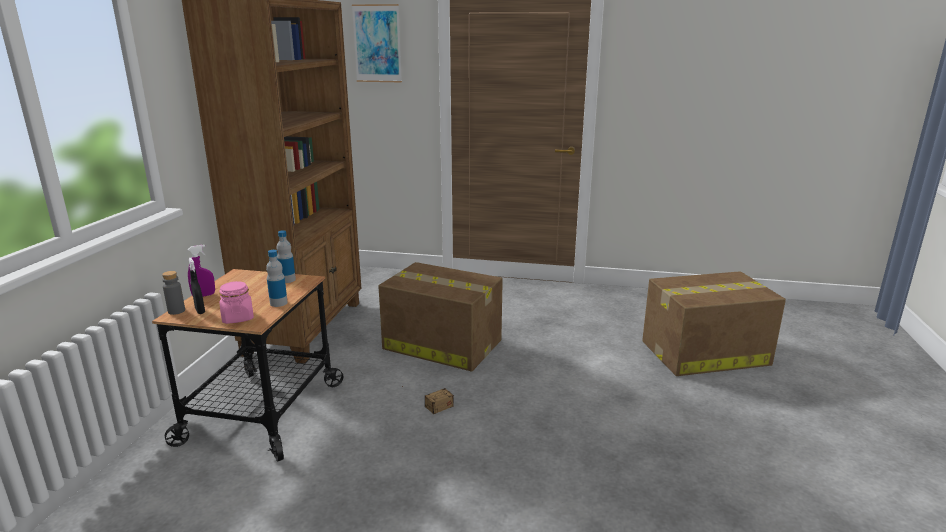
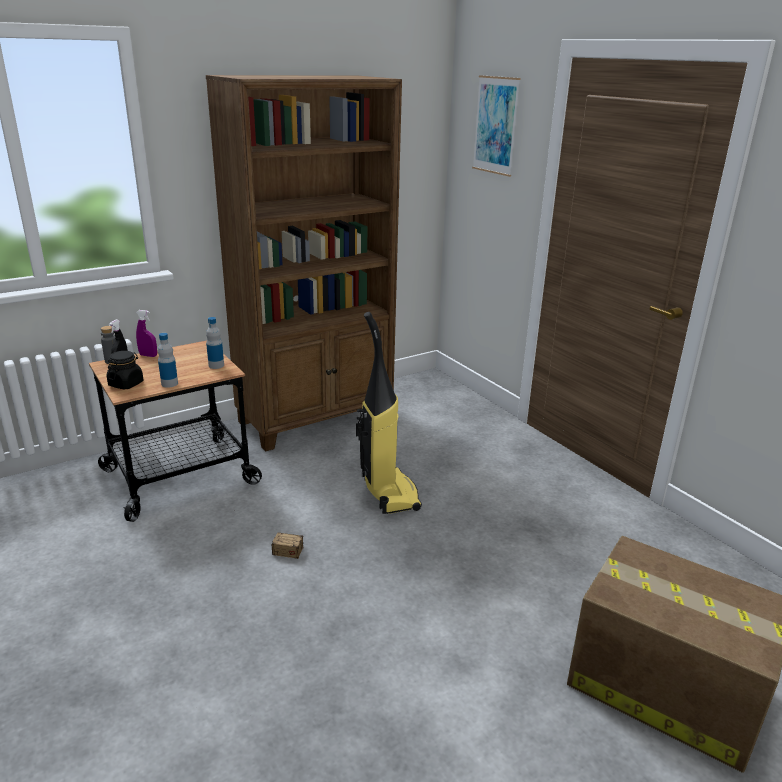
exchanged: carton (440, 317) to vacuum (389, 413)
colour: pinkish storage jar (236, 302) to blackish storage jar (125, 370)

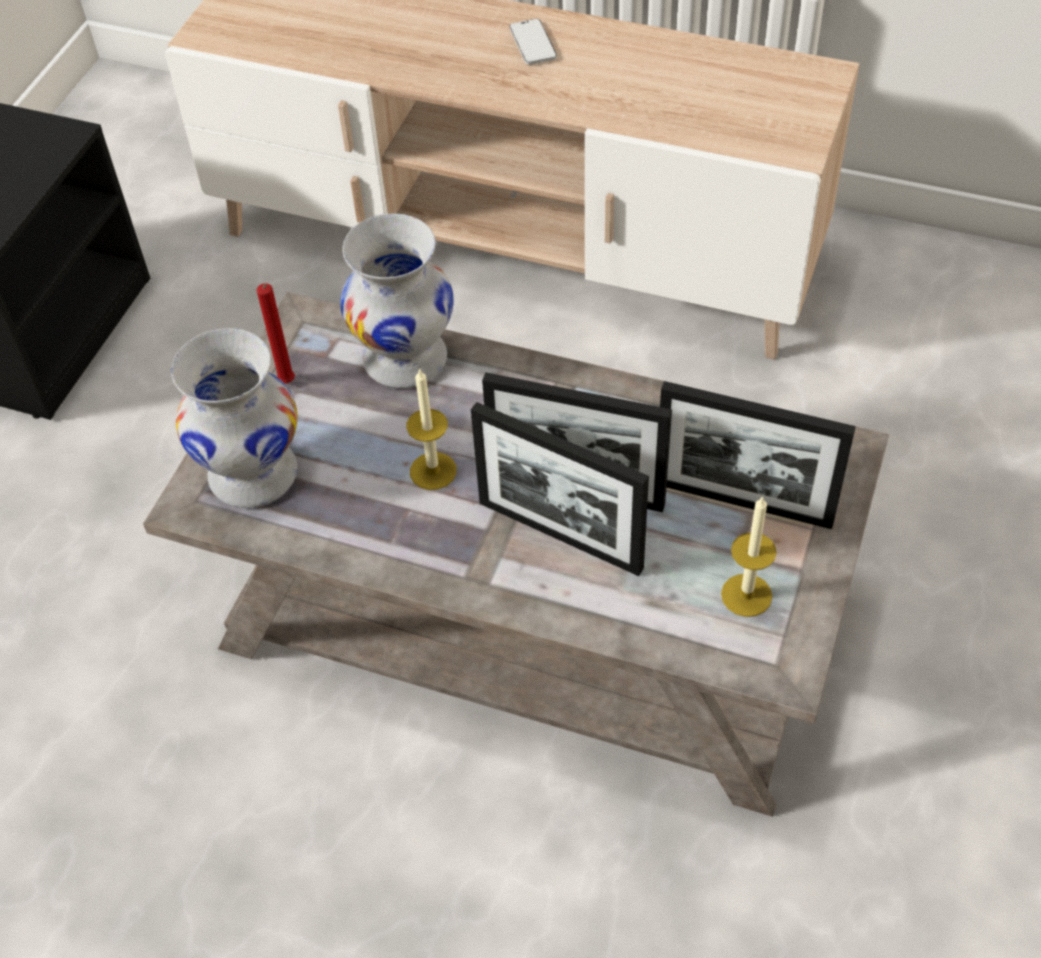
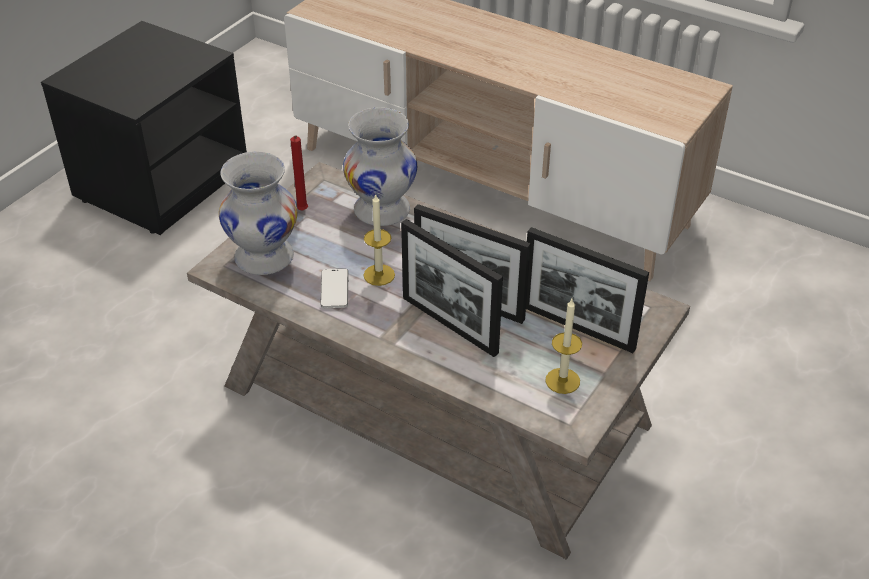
relocated: phone (533, 42) to (334, 288)

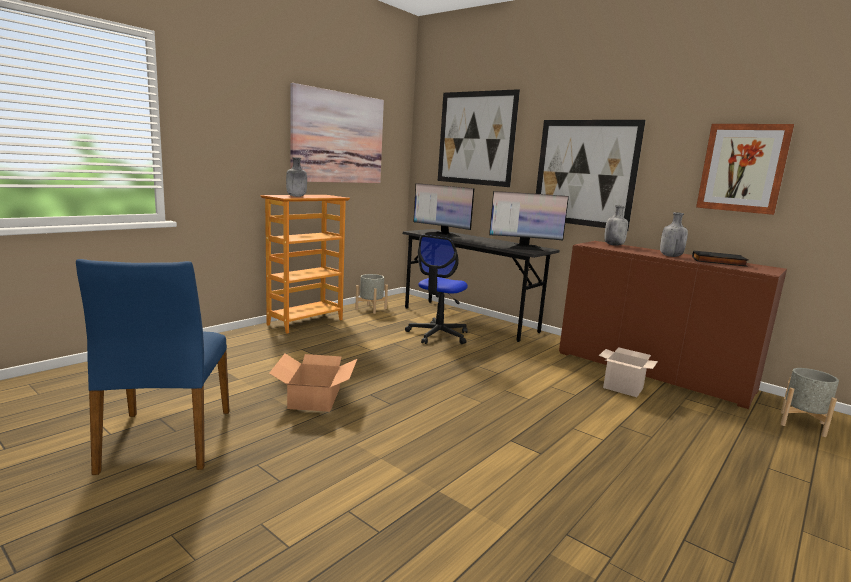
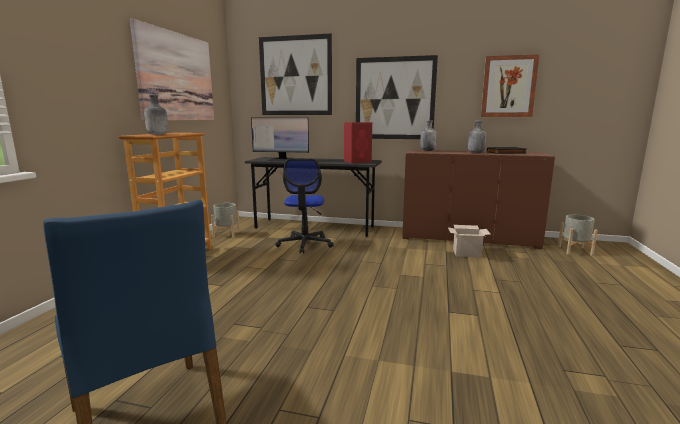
missing: carton (313, 383)
exchanged: monitor (529, 221) to red-coloured audio speaker (358, 142)

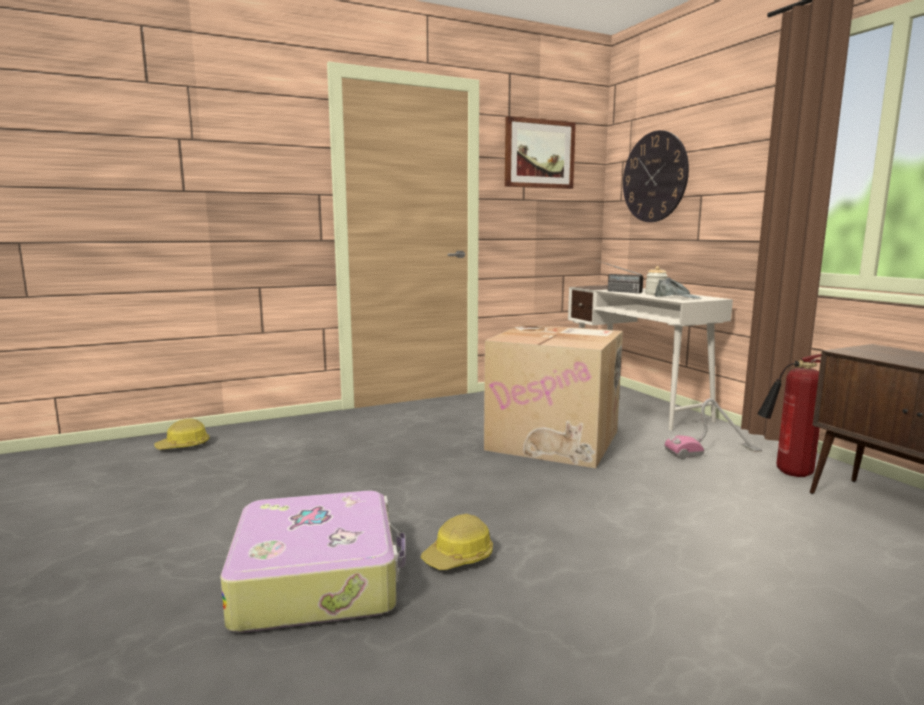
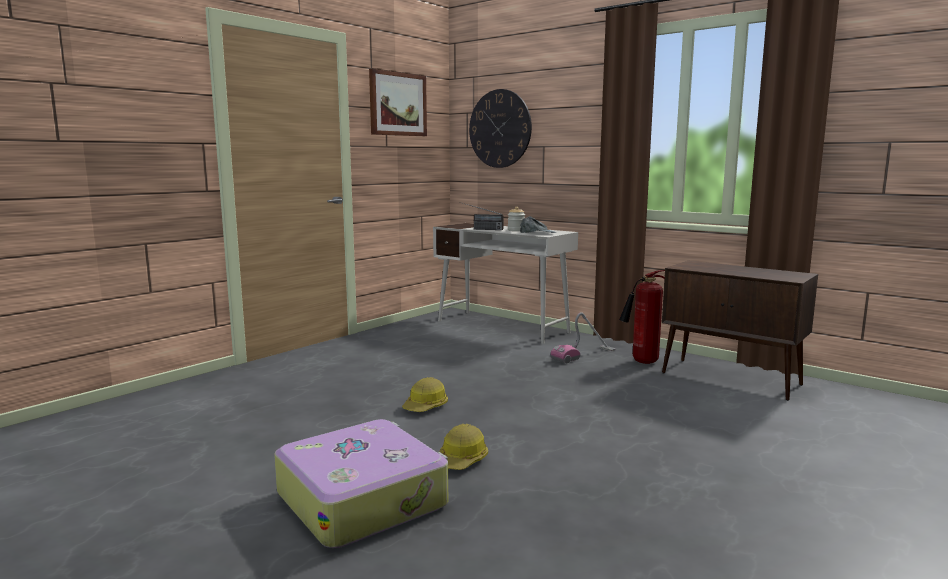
missing: carton (553, 396)
relocated: work helmet (182, 433) to (425, 394)

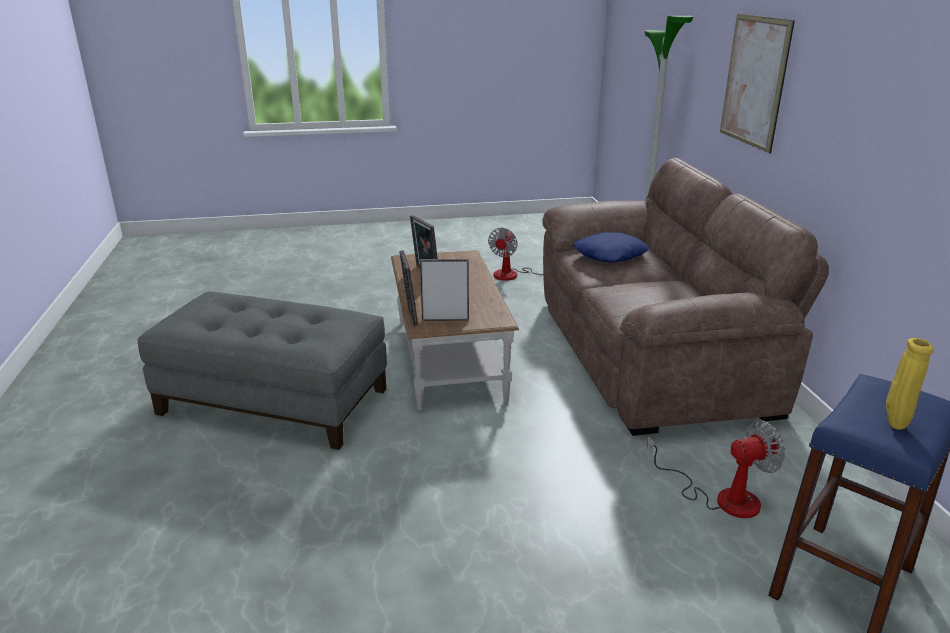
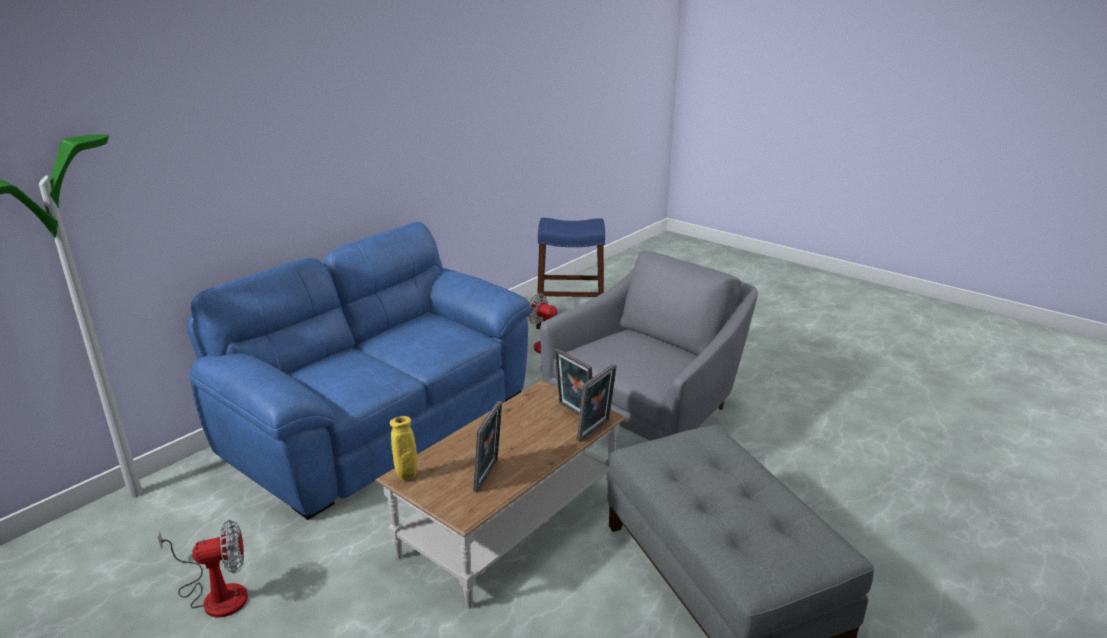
missing: blue-coloured throw pillow (611, 247); picture (757, 84)
appeared: greyish lounge chair (649, 346)
relocated: yellow-coloured decorative vase (910, 384) to (403, 448)
colour: brown-coloured sofa (685, 297) to blue-coloured sofa (358, 371)

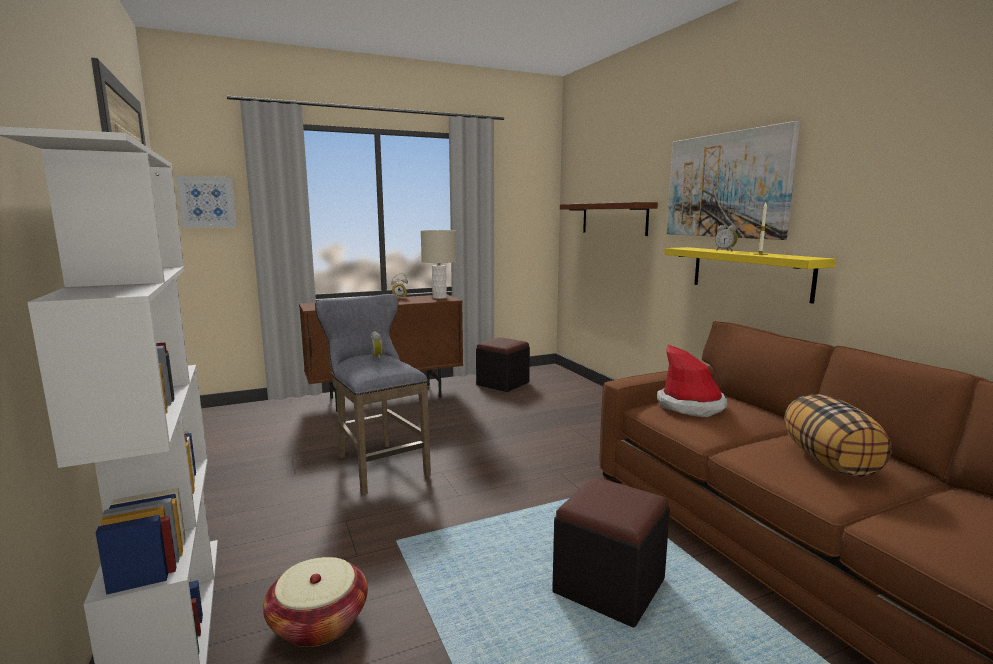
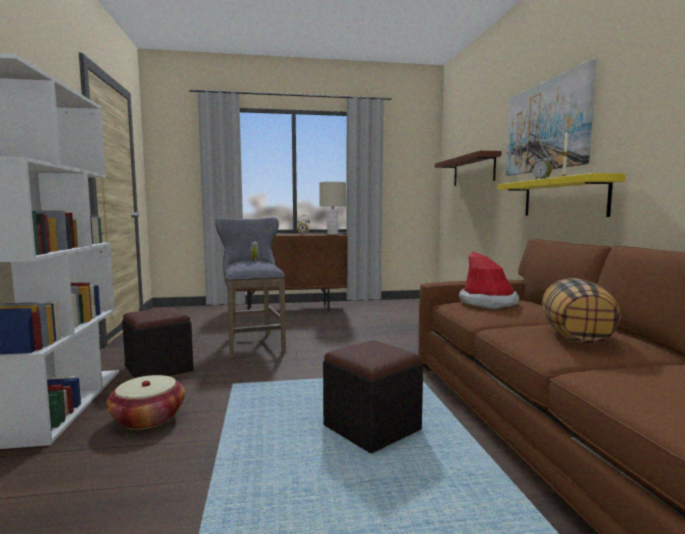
missing: picture (206, 202)
relocated: blackish pouffe (503, 364) to (157, 342)

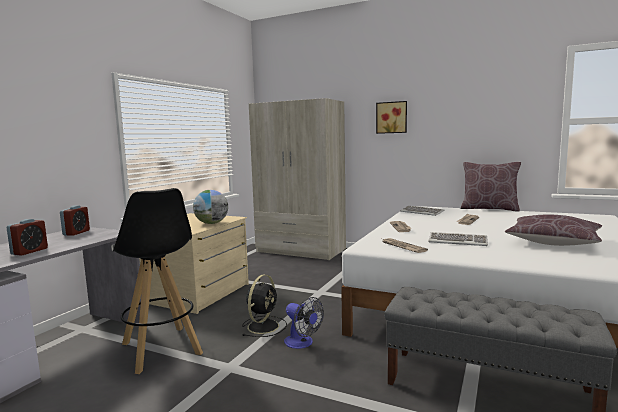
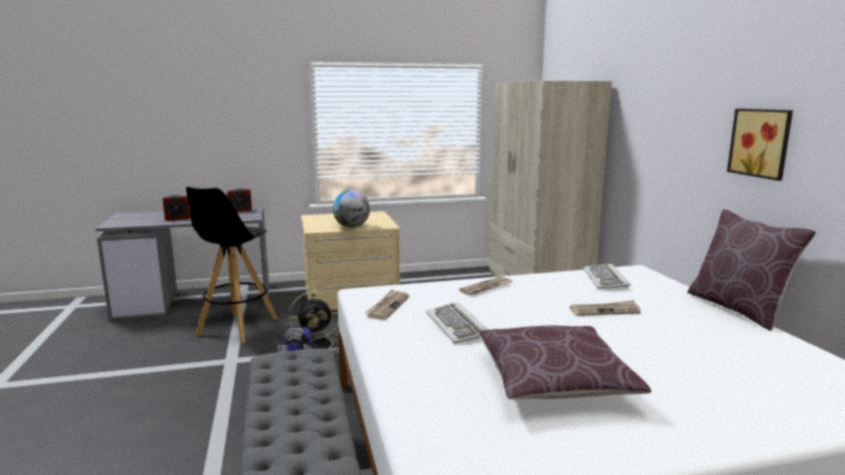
relocated: picture (391, 117) to (760, 145)

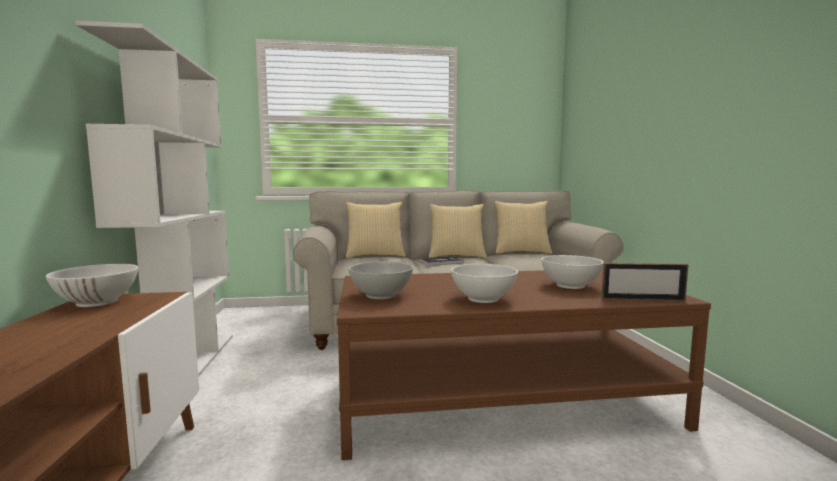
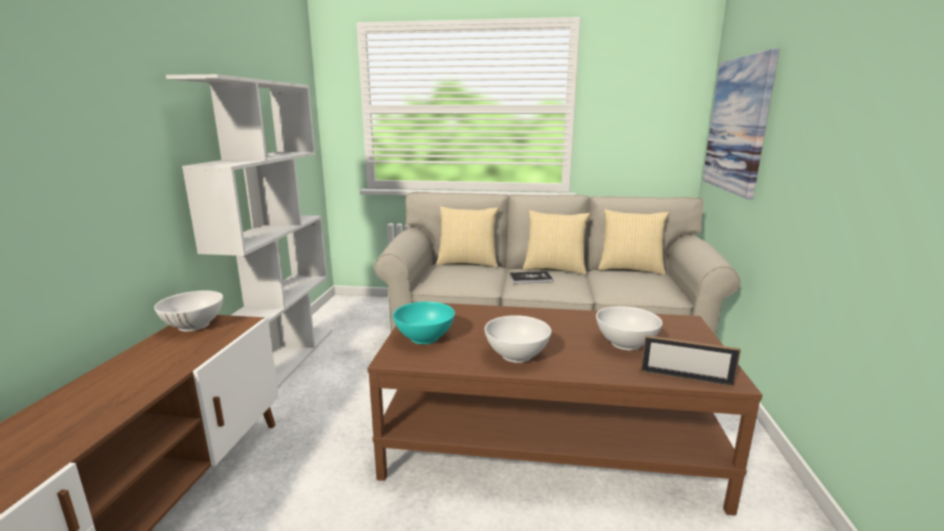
appeared: picture (741, 123)
colour: white-coloured bowl (380, 280) to blue-green bowl (424, 322)

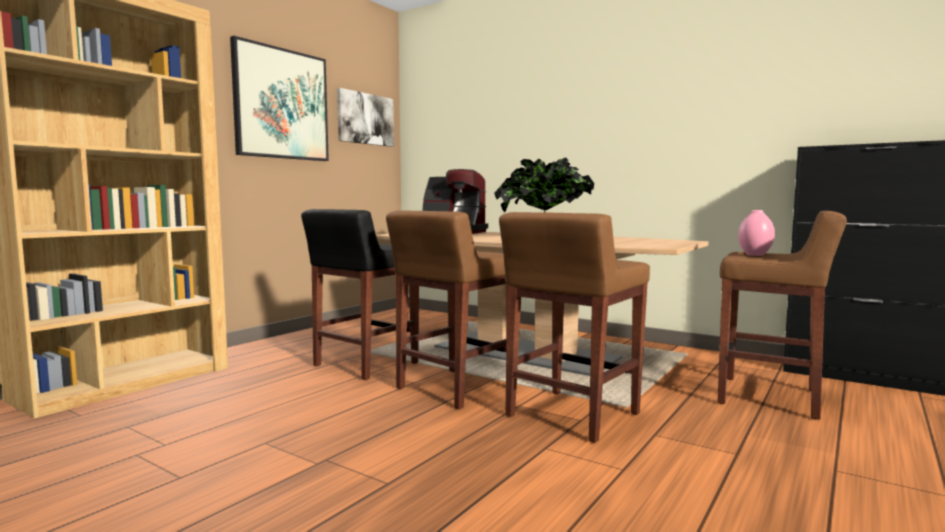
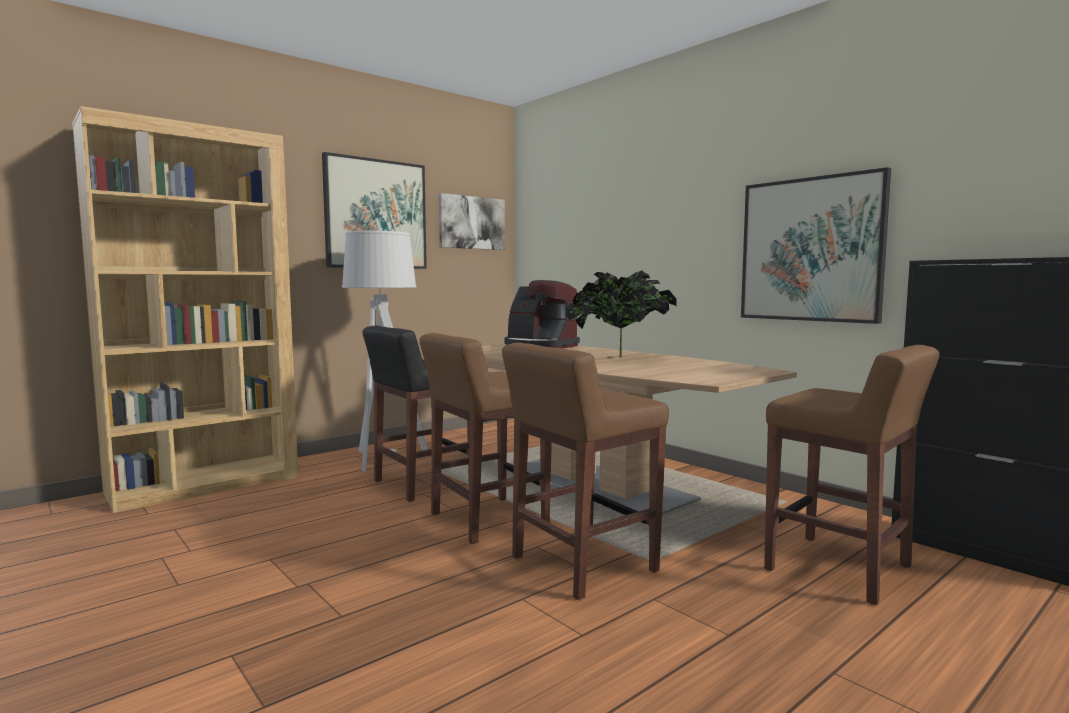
missing: pinkish decorative vase (756, 233)
appeared: greyish standing lamp (385, 351); picture (816, 245)

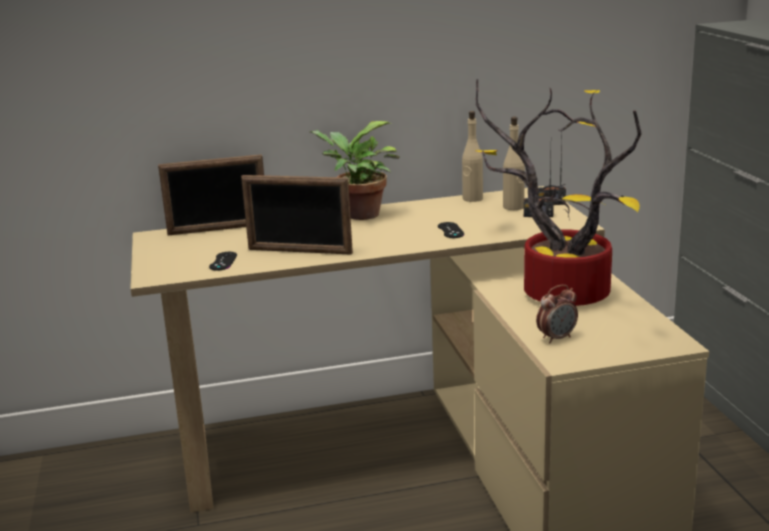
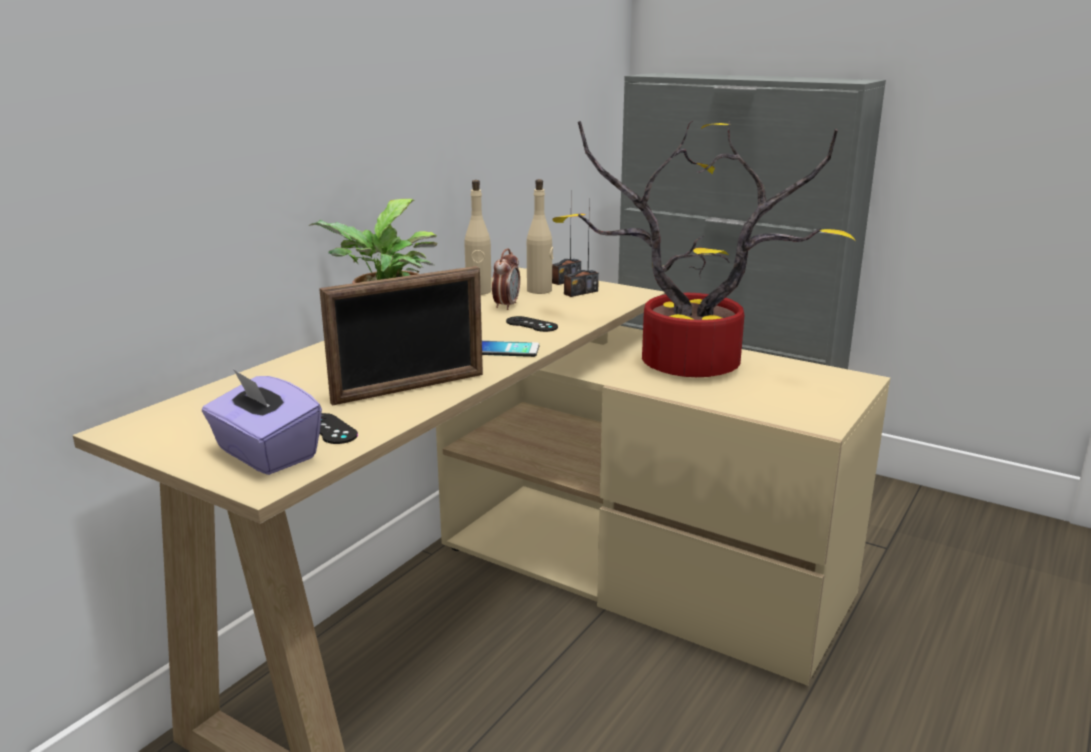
missing: photo frame (211, 195)
appeared: purple box of tissues (262, 422); phone (511, 349)
relocated: bedside clock (557, 314) to (506, 279)

